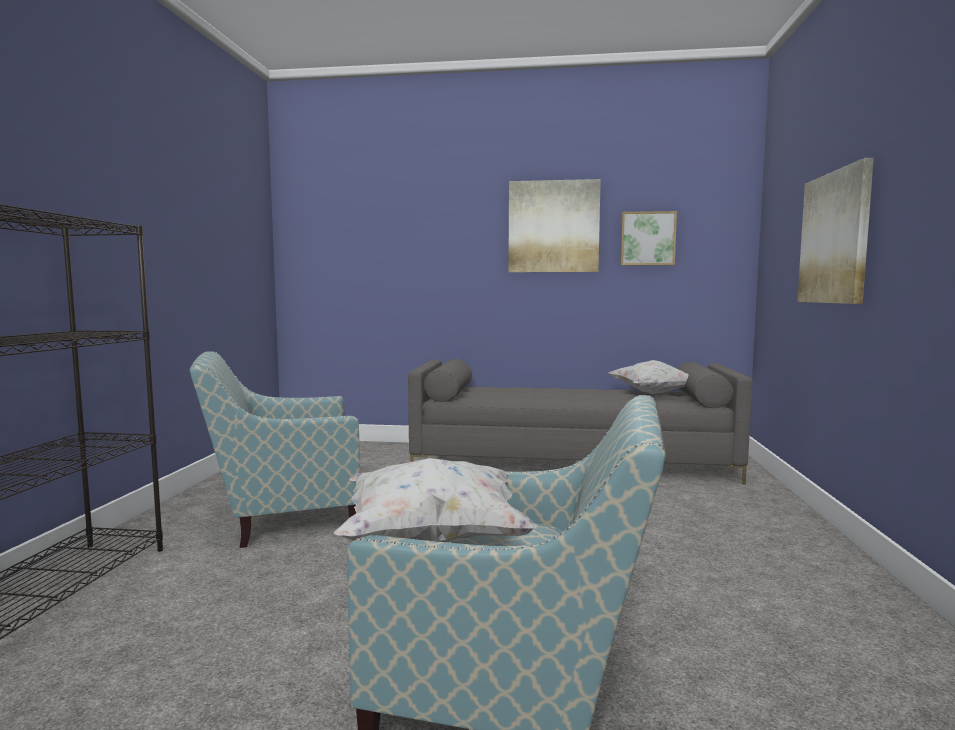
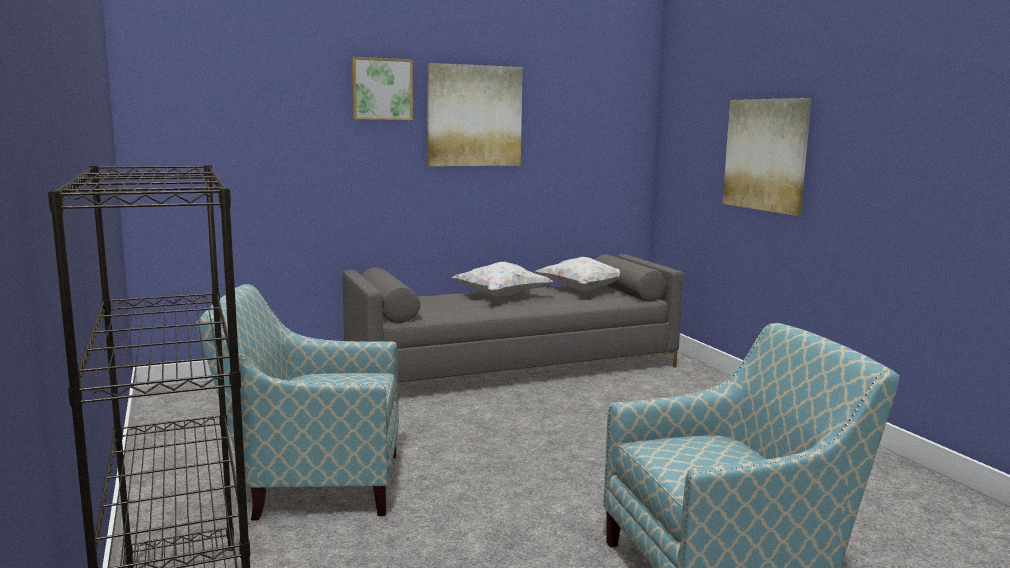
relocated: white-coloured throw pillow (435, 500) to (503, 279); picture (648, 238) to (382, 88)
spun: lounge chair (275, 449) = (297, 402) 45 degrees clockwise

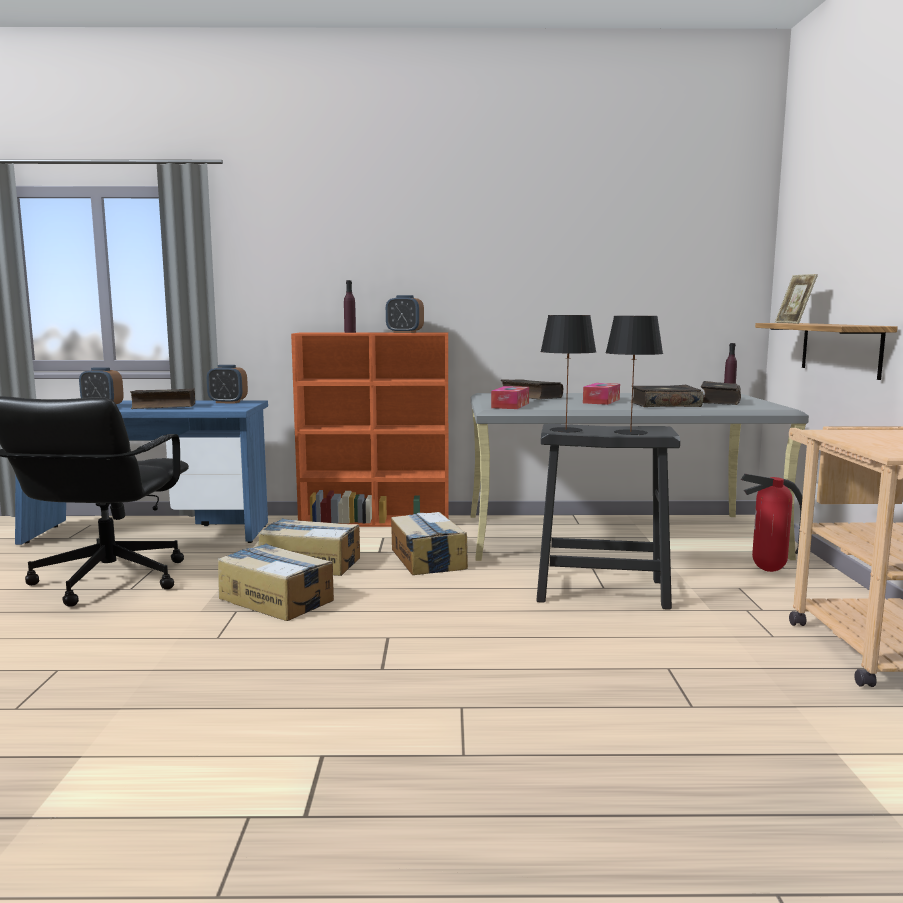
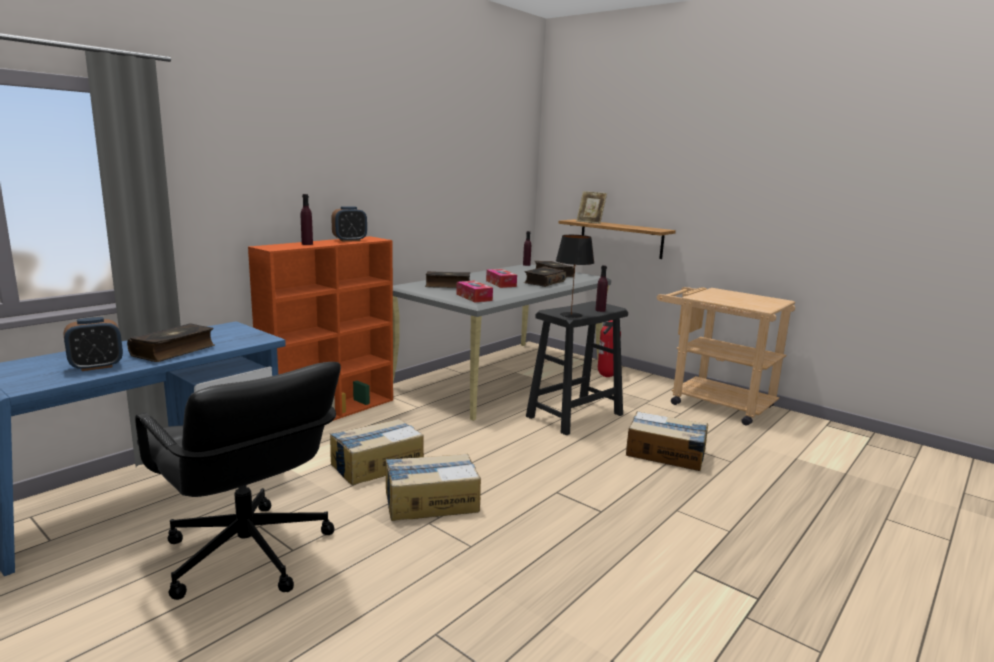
missing: bedside clock (227, 384)
relocated: carton (429, 543) to (667, 441)
exchanged: blackish table lamp (634, 375) to purple bottle (601, 288)

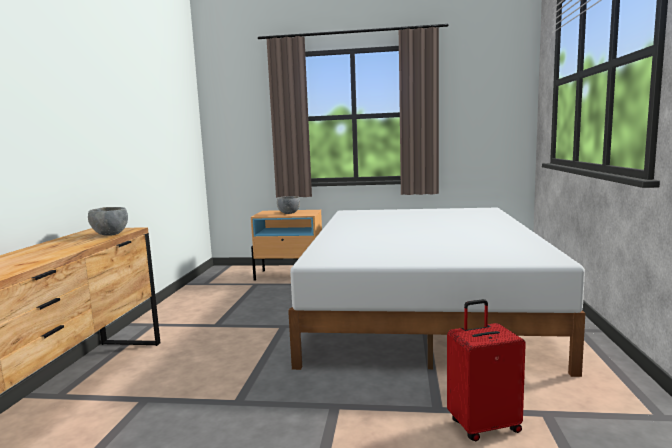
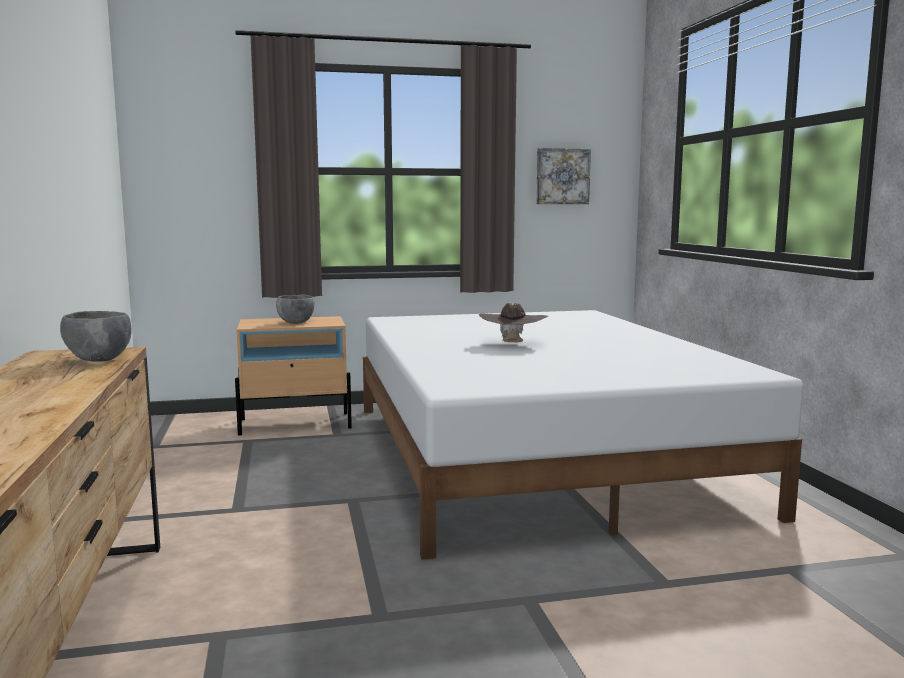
missing: red-coloured suitcase (486, 370)
appeared: brown-coloured hat (513, 323); picture (563, 176)

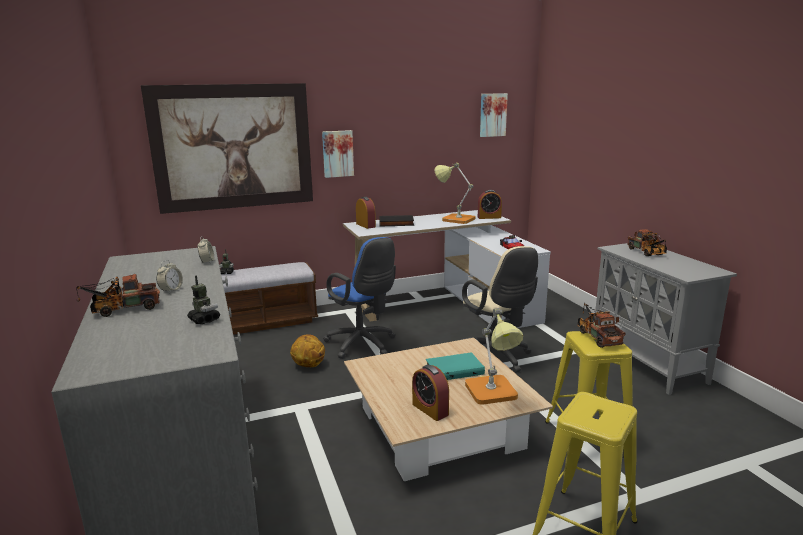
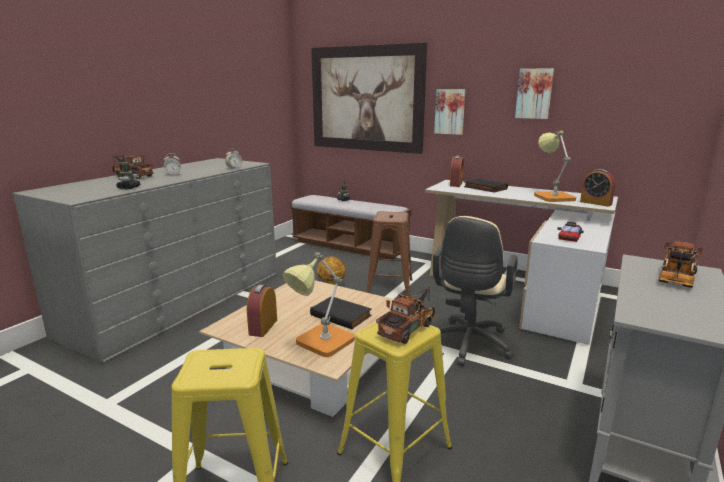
relocated: picture (494, 115) to (534, 93)
exchanged: blue-coloured office chair (359, 298) to brown-coloured stool seat (389, 253)
colour: blue-green book (455, 366) to blackish book (341, 312)

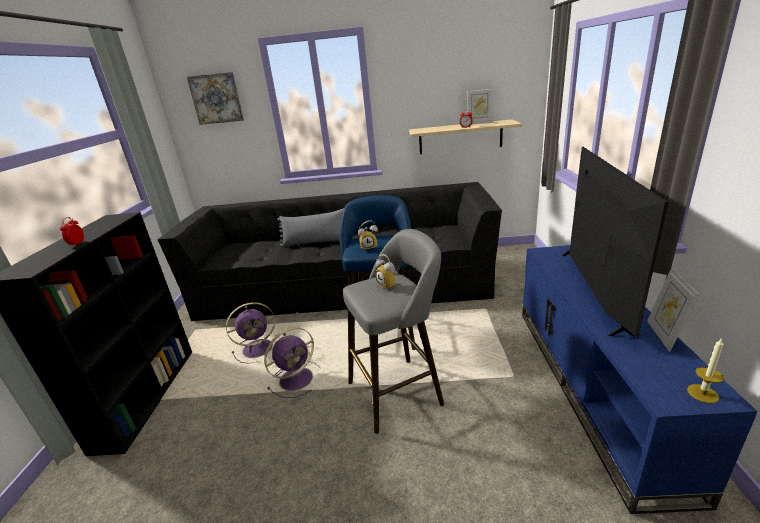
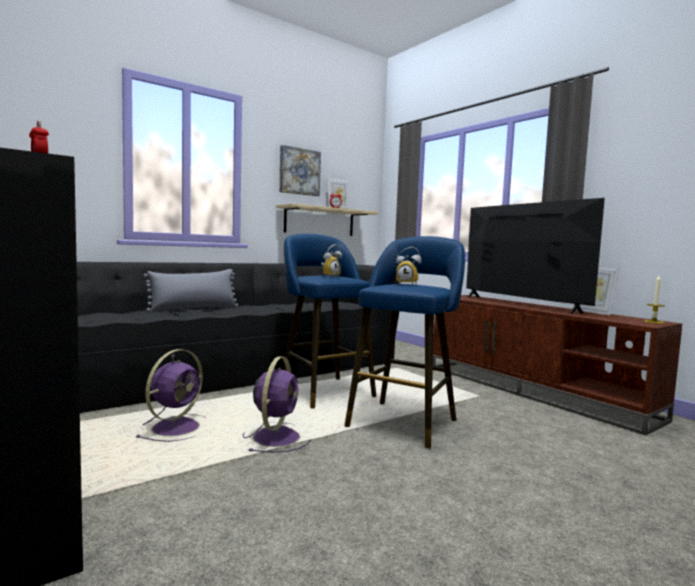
relocated: picture (215, 98) to (300, 170)
colour: greyish stool seat (393, 331) to blue-coloured stool seat (404, 342); blue-coloured tv unit (640, 379) to brown-coloured tv unit (557, 365)

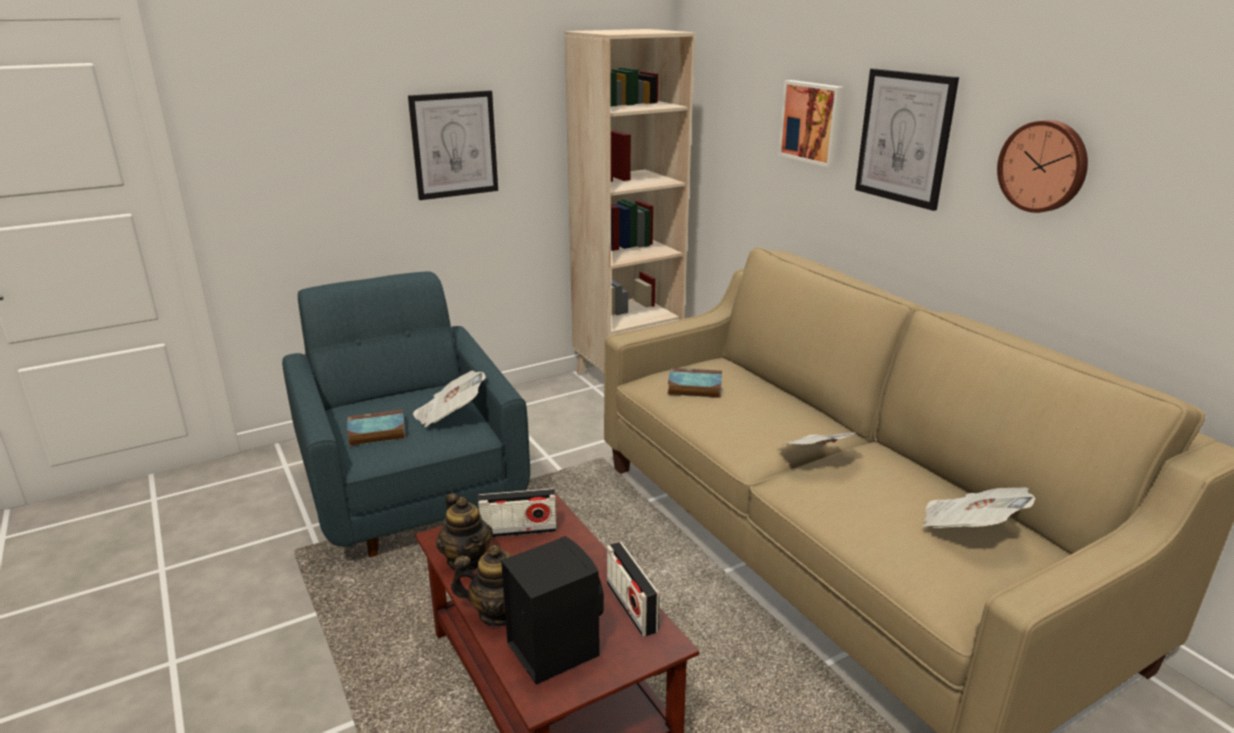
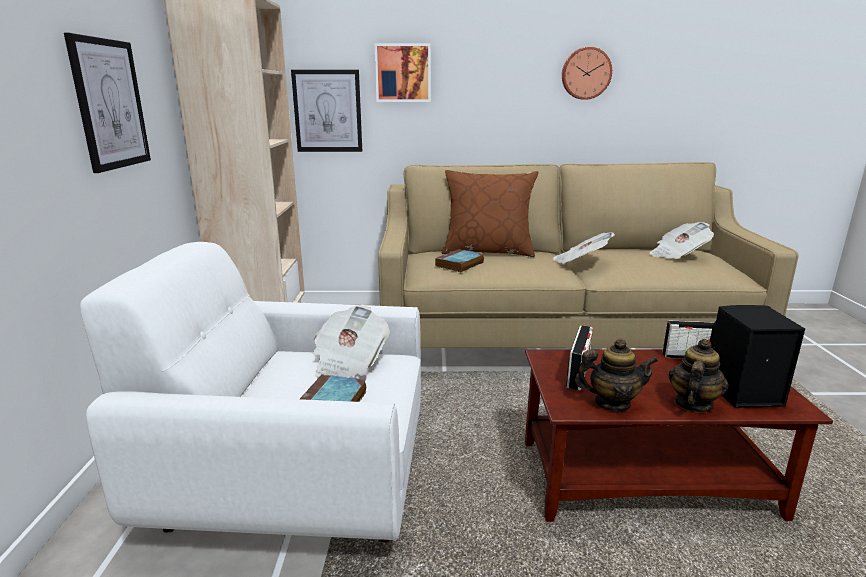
appeared: brown-coloured throw pillow (490, 213)
relocated: picture (907, 139) to (326, 111)
colour: blue-coloured lounge chair (406, 414) to white-coloured lounge chair (250, 392)

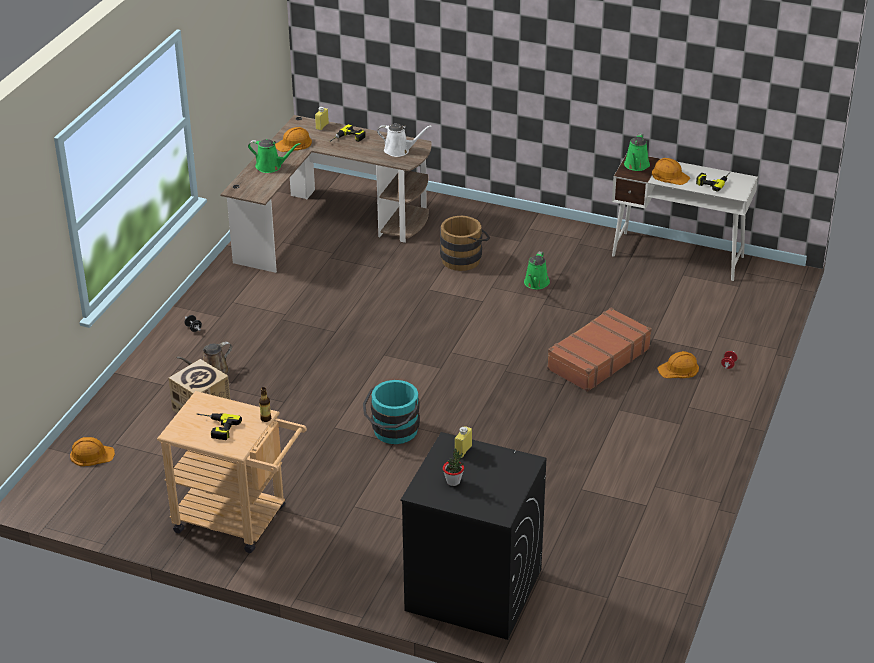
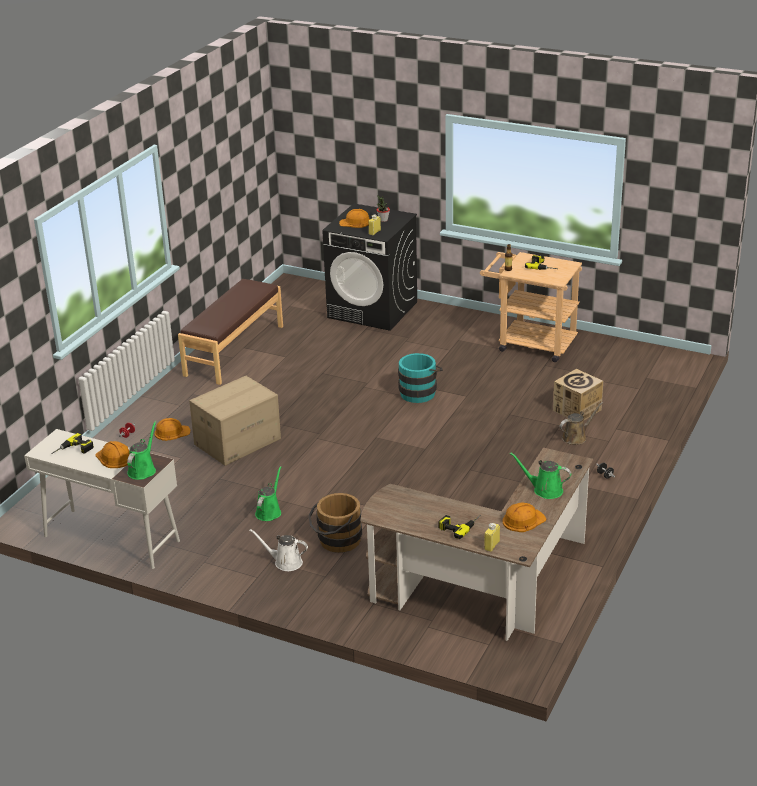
appeared: brown-coloured indoor bench (230, 332)
relocated: orangey work helmet (92, 451) to (354, 218); white-coloured watering pot (404, 140) to (278, 550)
exchanged: brown-coloured suitcase (599, 349) to carton (235, 421)

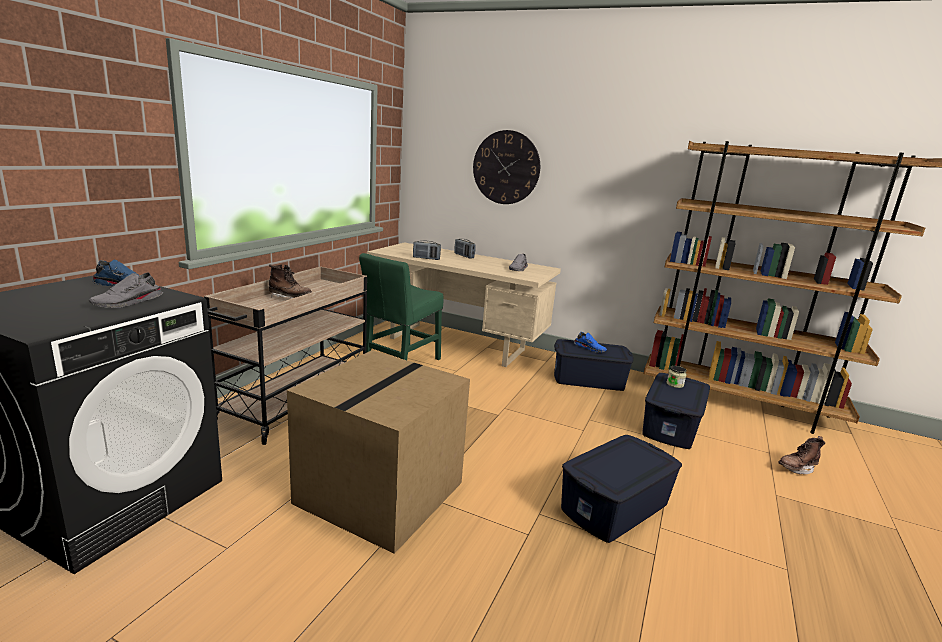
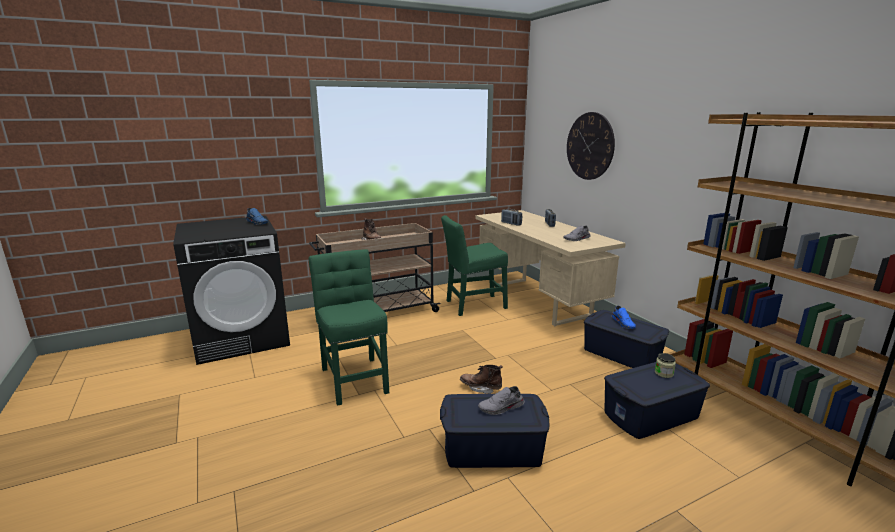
relocated: greyish low shoe (126, 290) to (501, 400); brown-coloured tall boot (801, 455) to (481, 379)
exchanged: carton (378, 452) to green-coloured upright chair (349, 327)

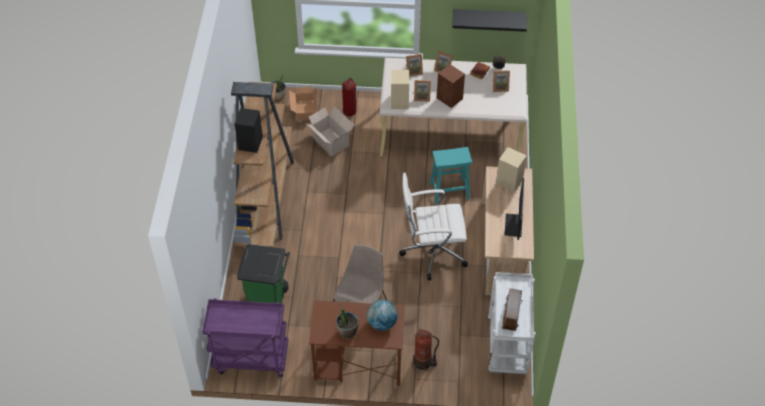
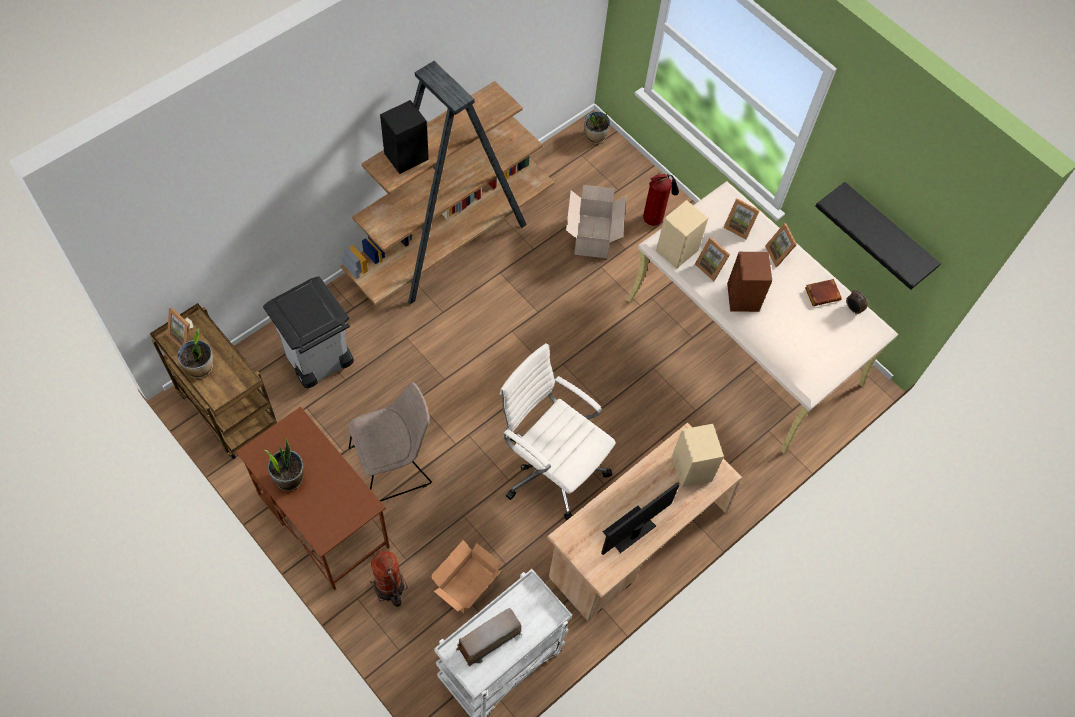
missing: world globe (382, 315); blue-green stool seat (451, 175)
appeared: houseplant (195, 353)
relocated: carton (303, 103) to (466, 577); photo frame (501, 81) to (180, 327)
colour: purple trolley (245, 337) to brown-coloured trolley (213, 381); green-coloured trash can (263, 273) to greyish trash can (308, 332)

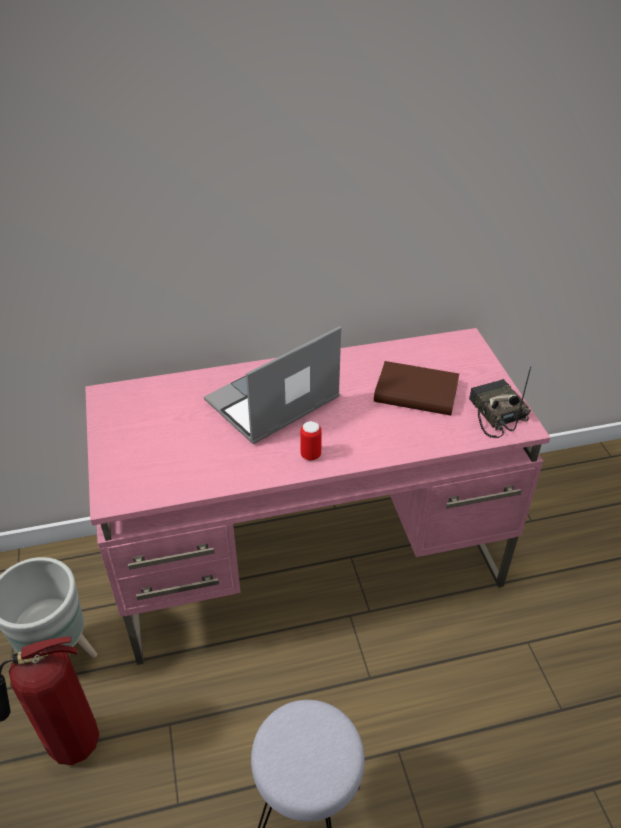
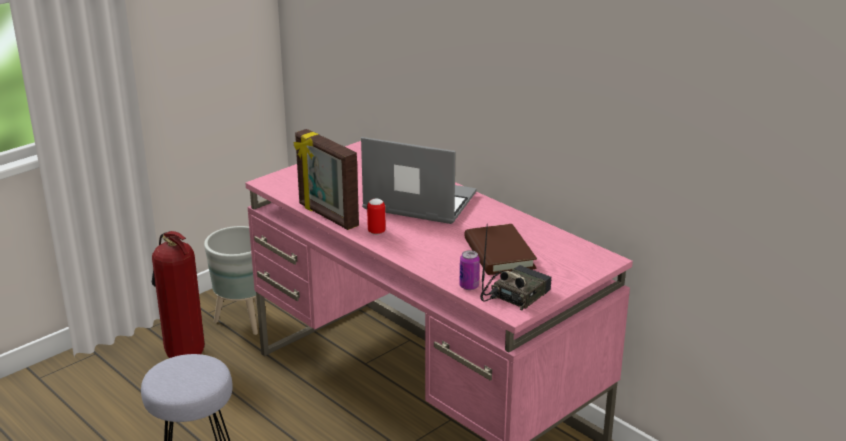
appeared: photo frame (326, 179); sealed can (470, 270)

